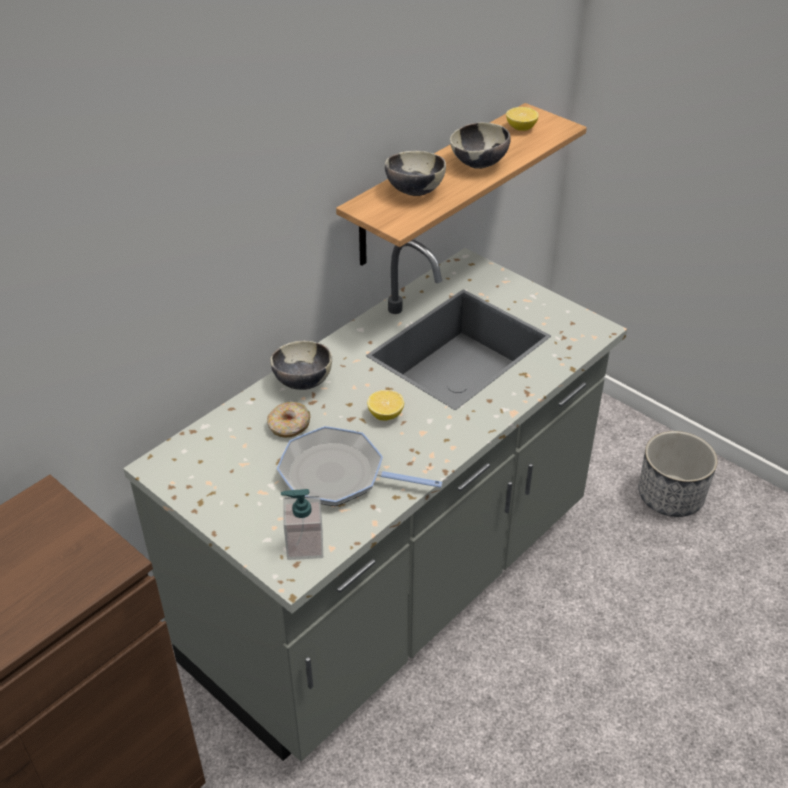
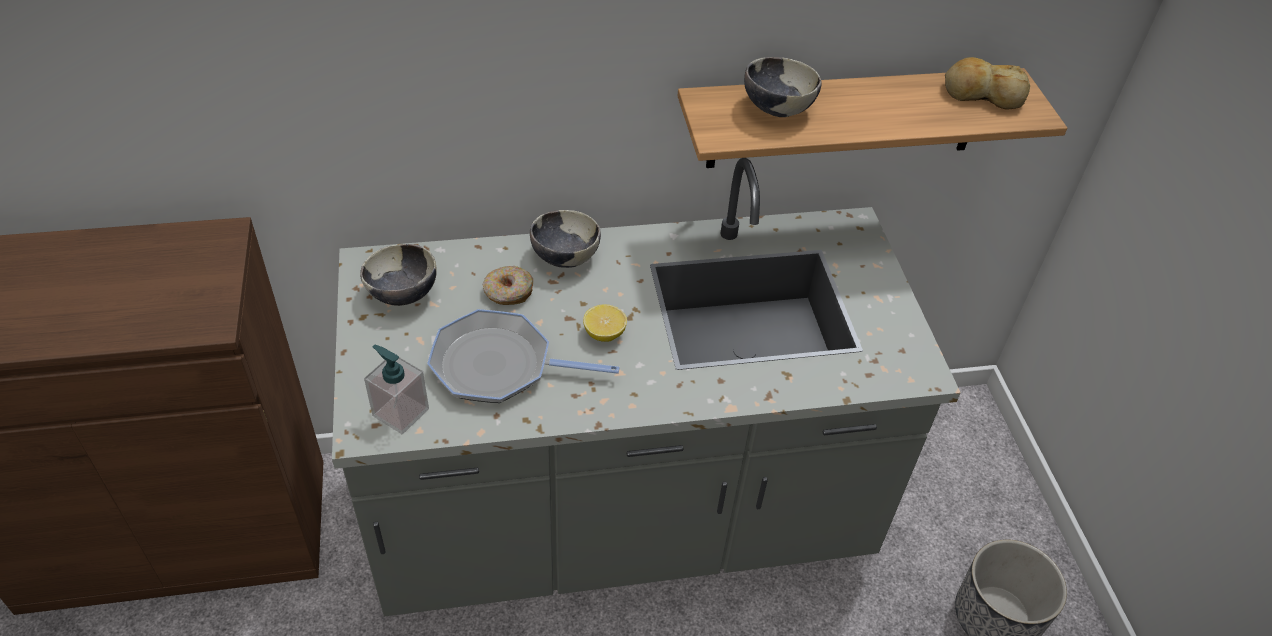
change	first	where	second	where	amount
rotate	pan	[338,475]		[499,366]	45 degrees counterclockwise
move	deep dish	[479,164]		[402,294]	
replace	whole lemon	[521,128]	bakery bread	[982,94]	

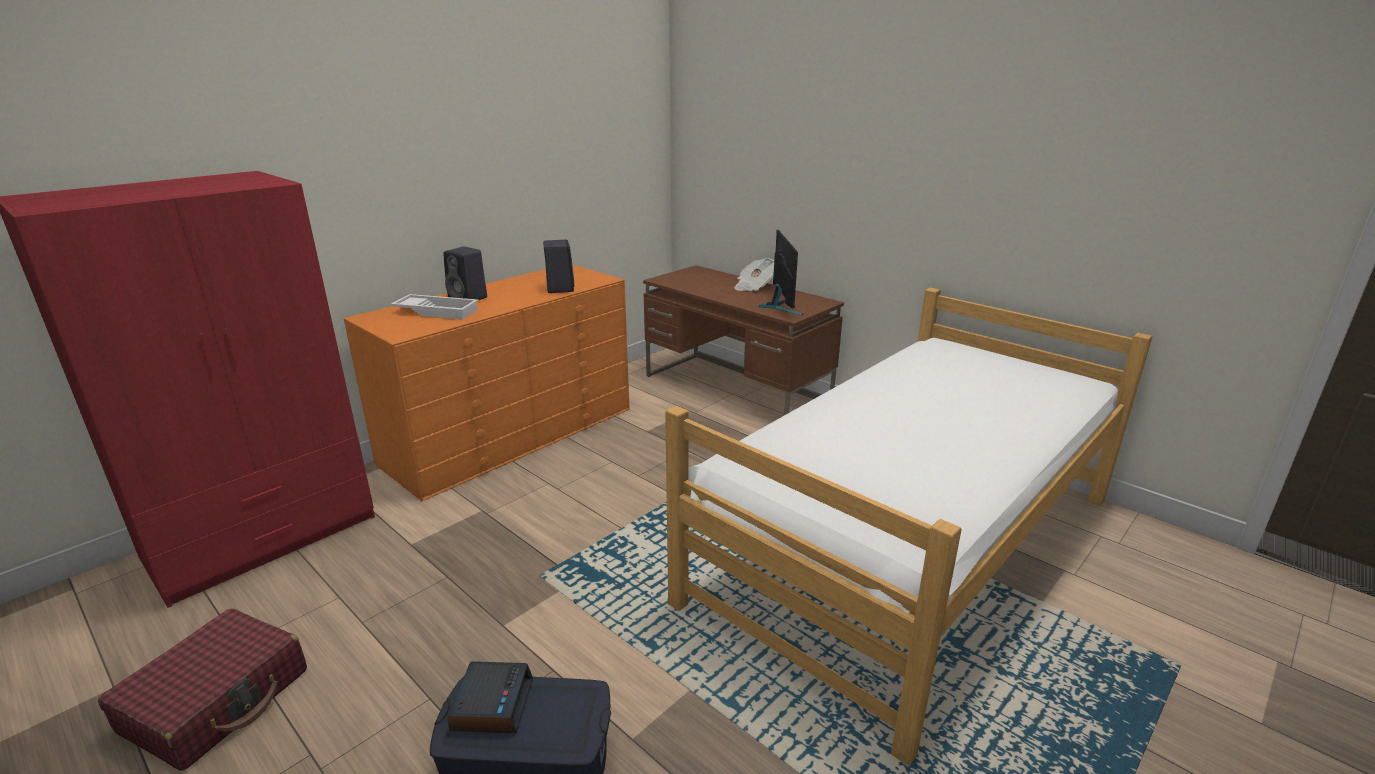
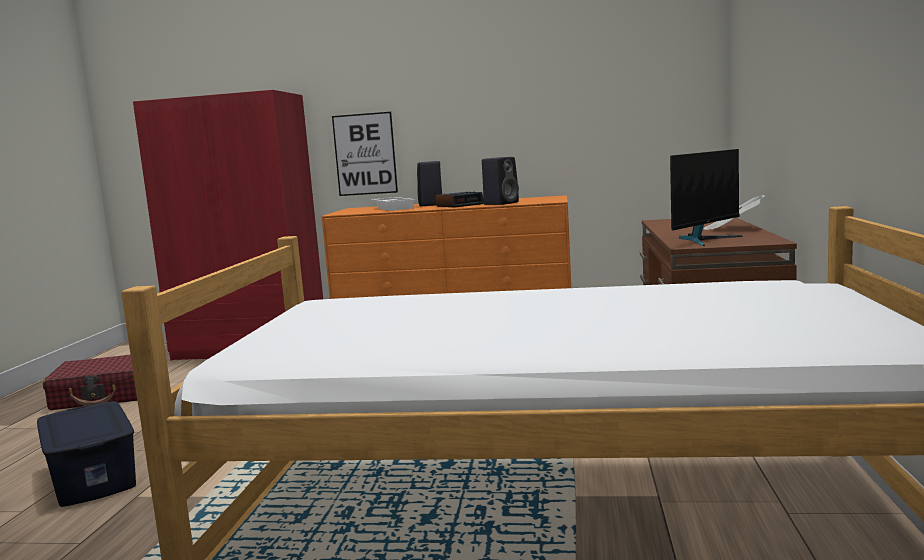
change	first	where	second	where	amount
move	alarm clock	[492,704]		[459,205]	
insert			wall art	[365,154]	

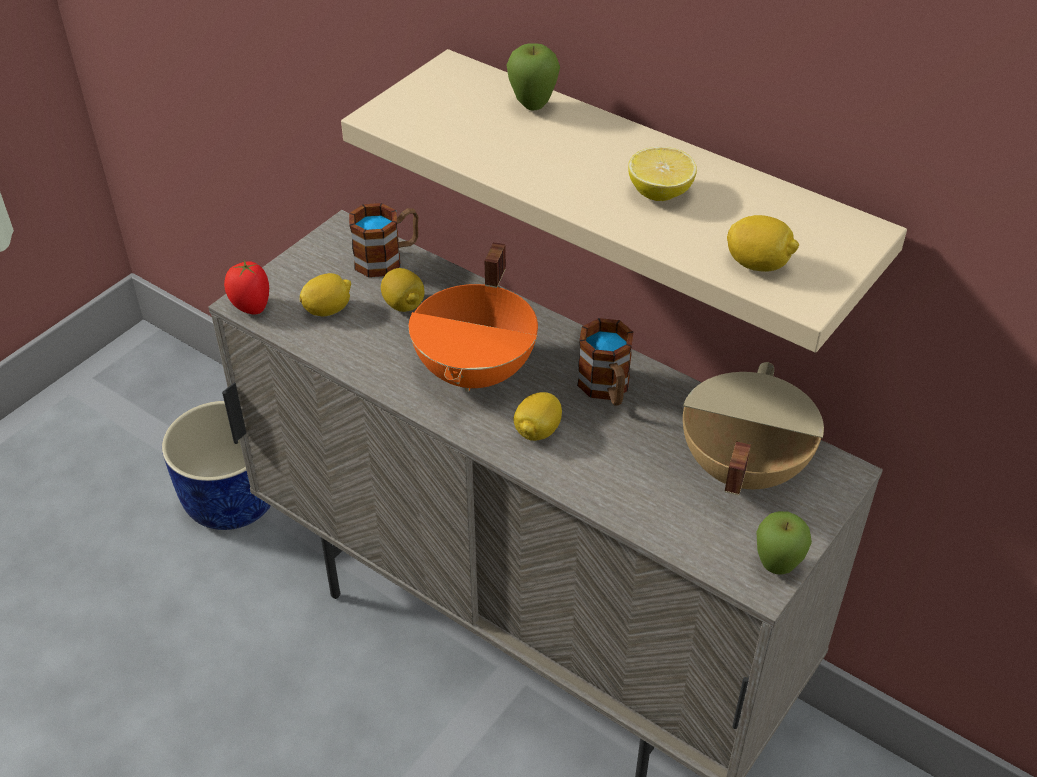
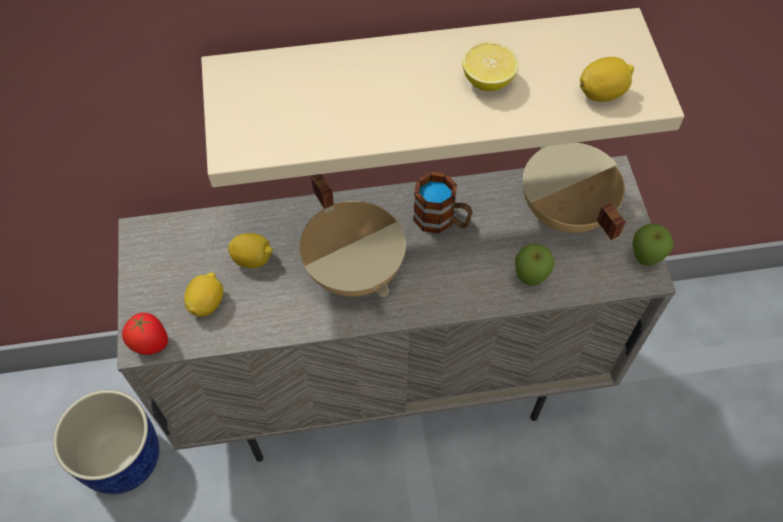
change	first	where	second	where	amount
delete	coffee mug	[387,258]			
recolor	orangey cooking pot	[478,371]	beige-coloured cooking pot	[355,269]	
move	apple fruit	[533,107]		[529,279]	
delete	whole lemon	[537,431]			

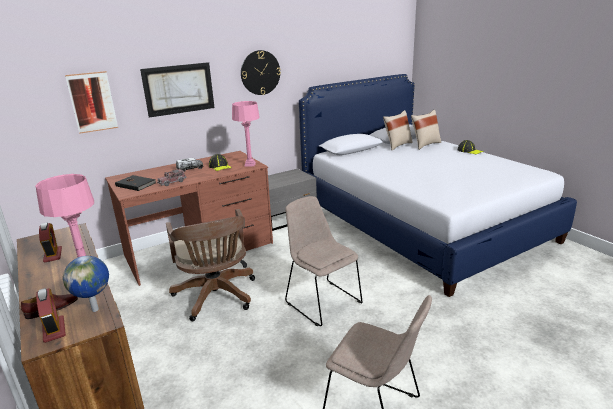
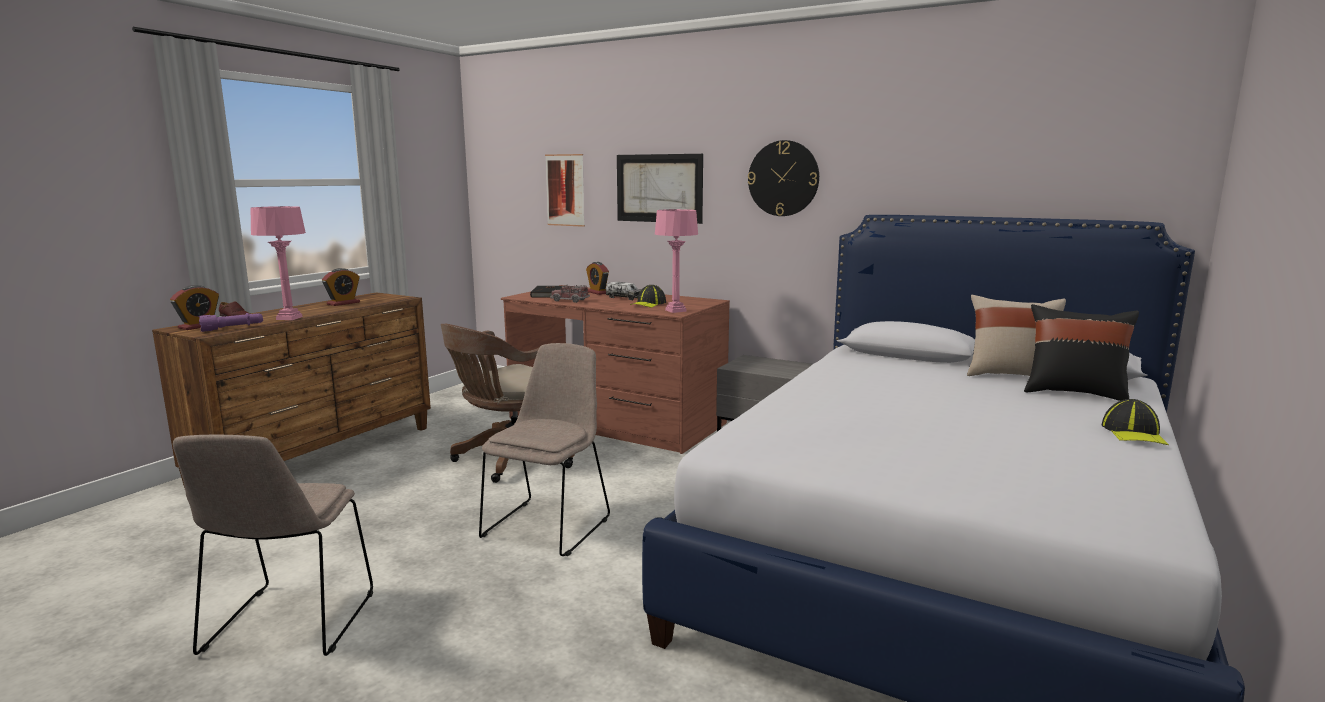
change	first	where	second	where	amount
replace	world globe	[96,309]	purplish hand torch	[232,328]	
recolor	beige-coloured pillow	[425,145]	blackish pillow	[1073,393]	
insert			alarm clock	[597,292]	

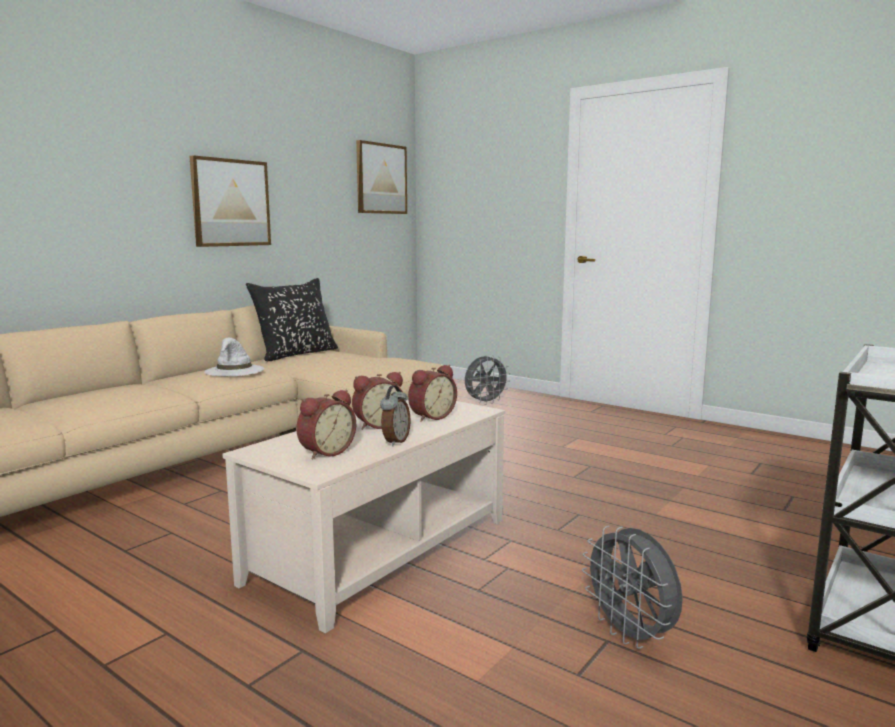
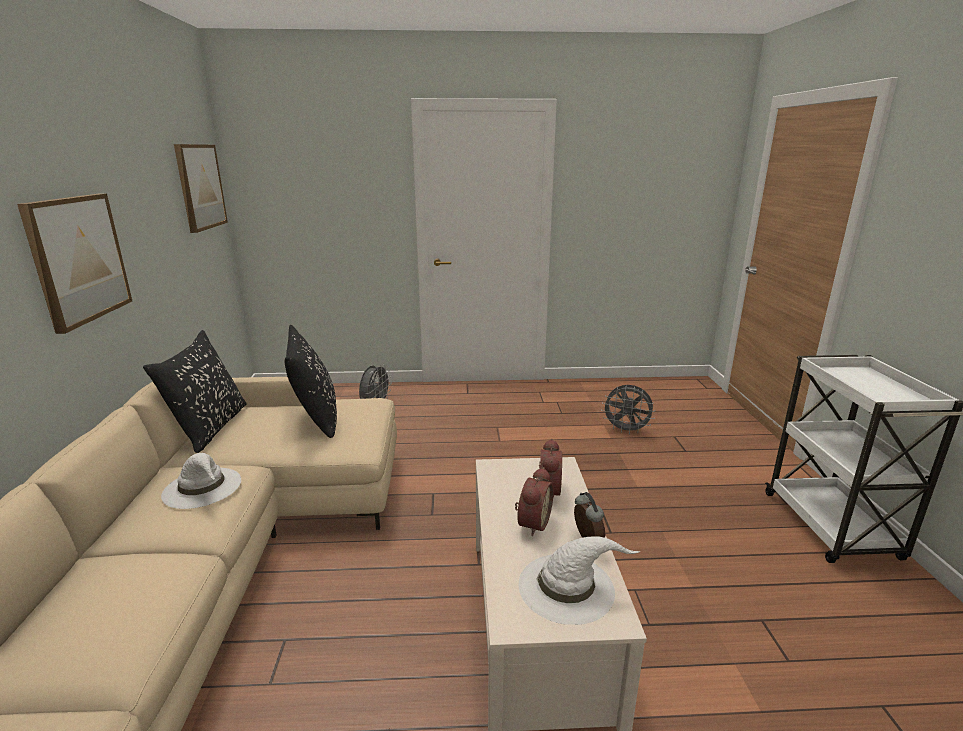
change	first	where	second	where	amount
replace	alarm clock	[325,452]	white-coloured hat	[567,586]	
move	grey electric fan	[631,635]		[626,430]	
insert			blackish pillow	[316,417]	

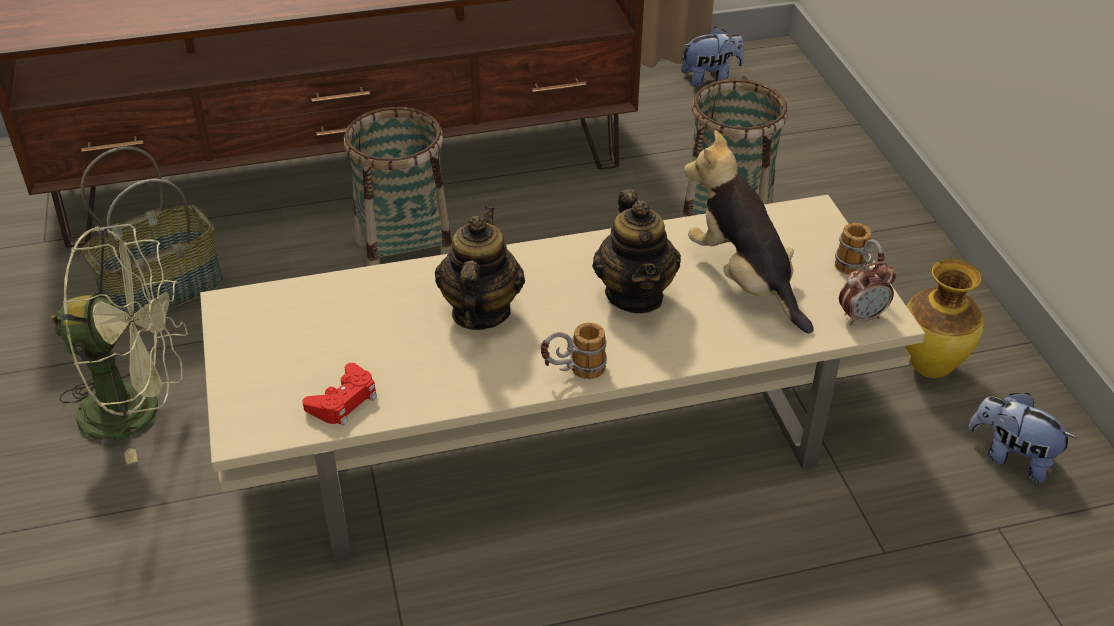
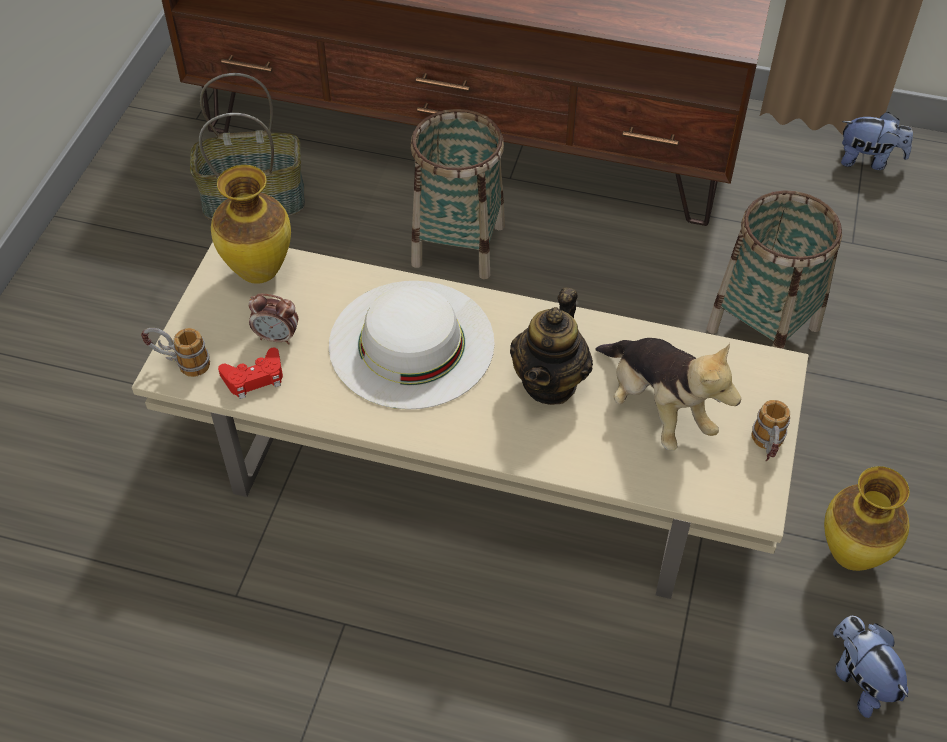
change	first	where	second	where	amount
delete	greenish electric fan	[139,409]			
replace	pot for tea	[480,312]	white-coloured hat	[411,343]	
move	coffee mug	[573,372]		[180,364]	
rotate	plush toy	[743,279]		[656,409]	150 degrees clockwise
move	alarm clock	[861,317]		[277,337]	
insert			vase	[258,272]	

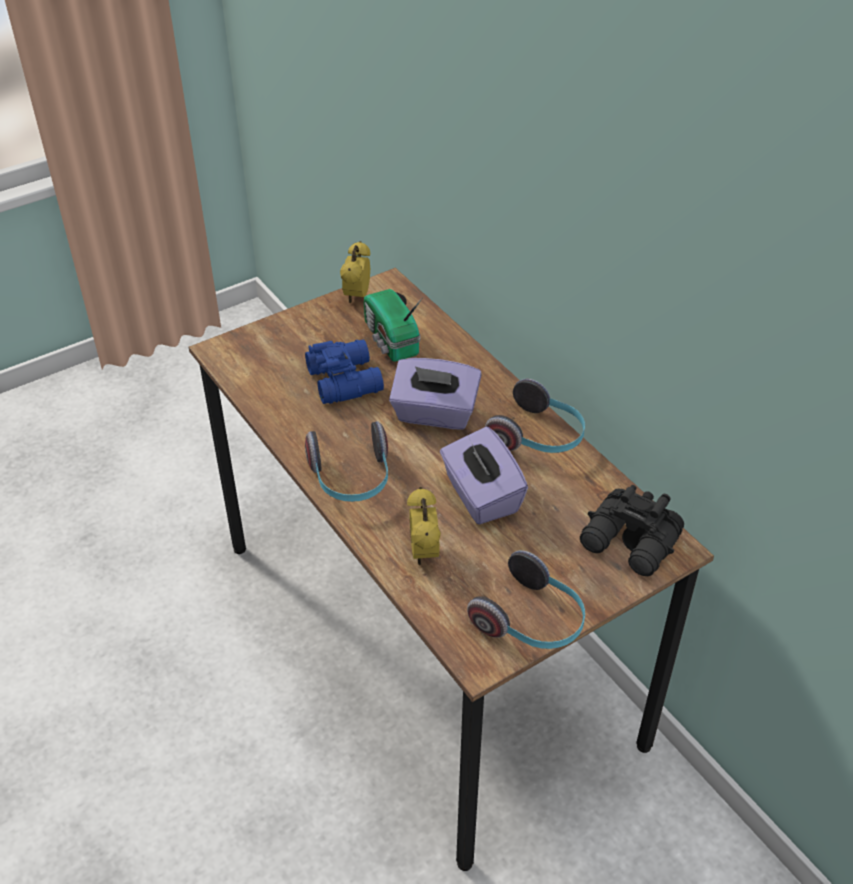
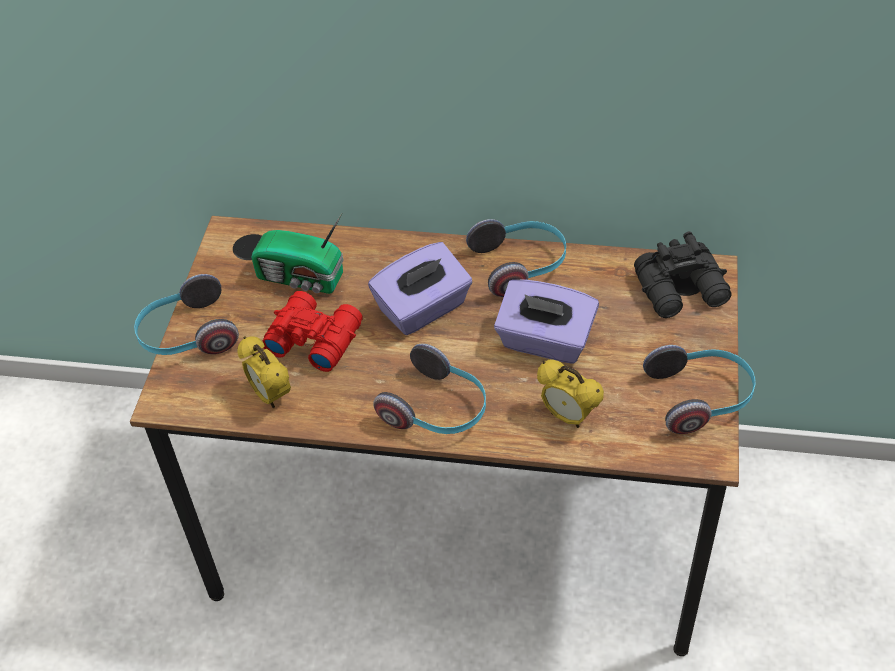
change	first	where	second	where	amount
recolor	bluish binoculars	[346,379]	red-coloured binoculars	[313,338]	
move	alarm clock	[357,296]		[270,396]	
insert			headphones	[187,335]	

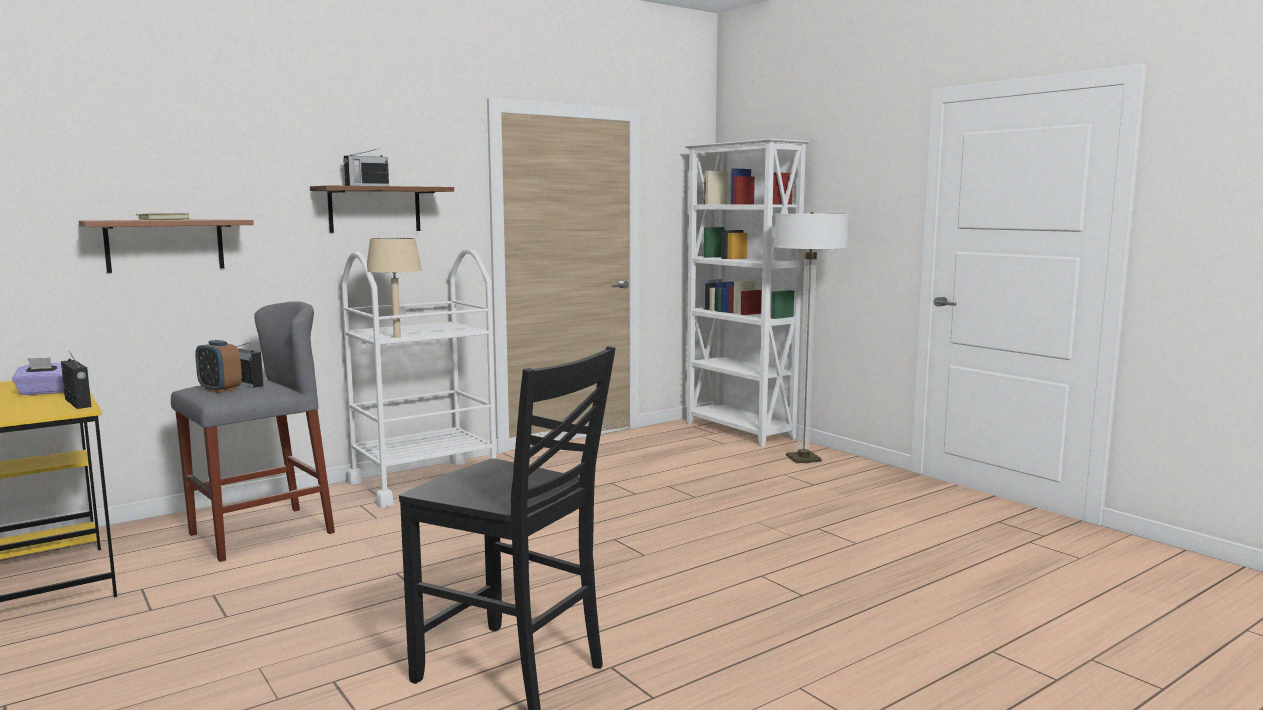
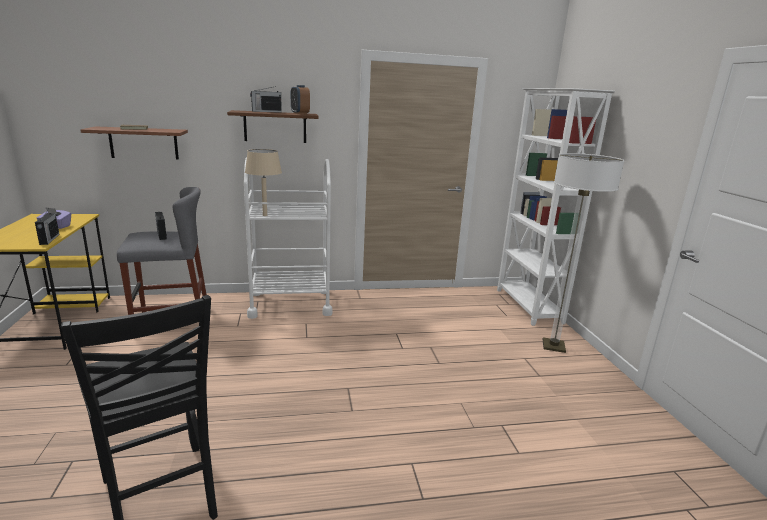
change	first	where	second	where	amount
move	alarm clock	[220,389]		[300,113]	

